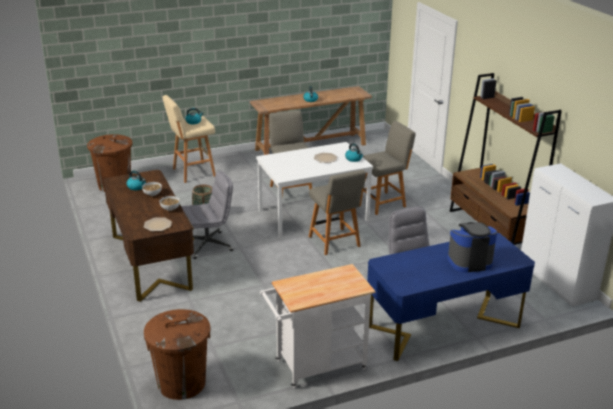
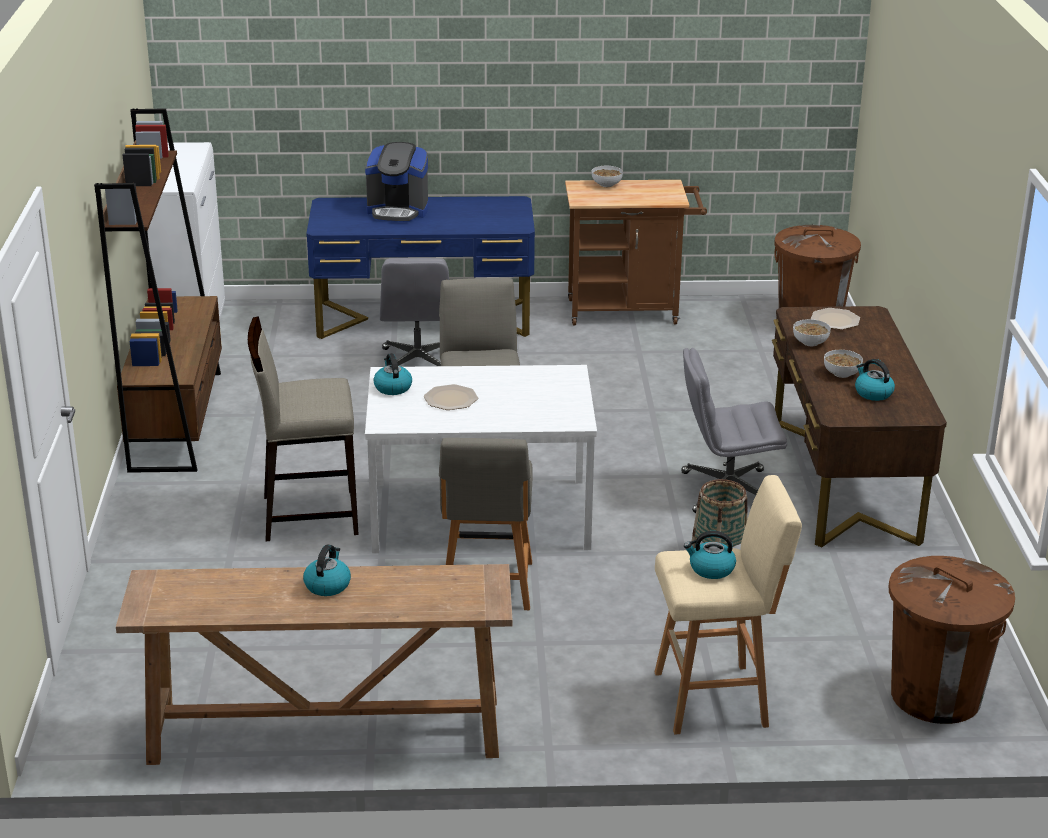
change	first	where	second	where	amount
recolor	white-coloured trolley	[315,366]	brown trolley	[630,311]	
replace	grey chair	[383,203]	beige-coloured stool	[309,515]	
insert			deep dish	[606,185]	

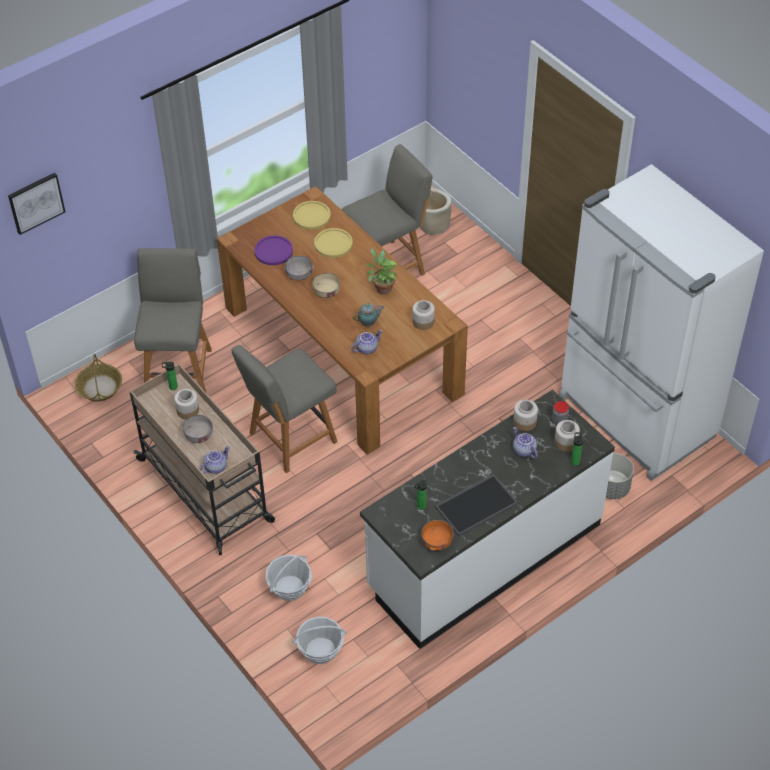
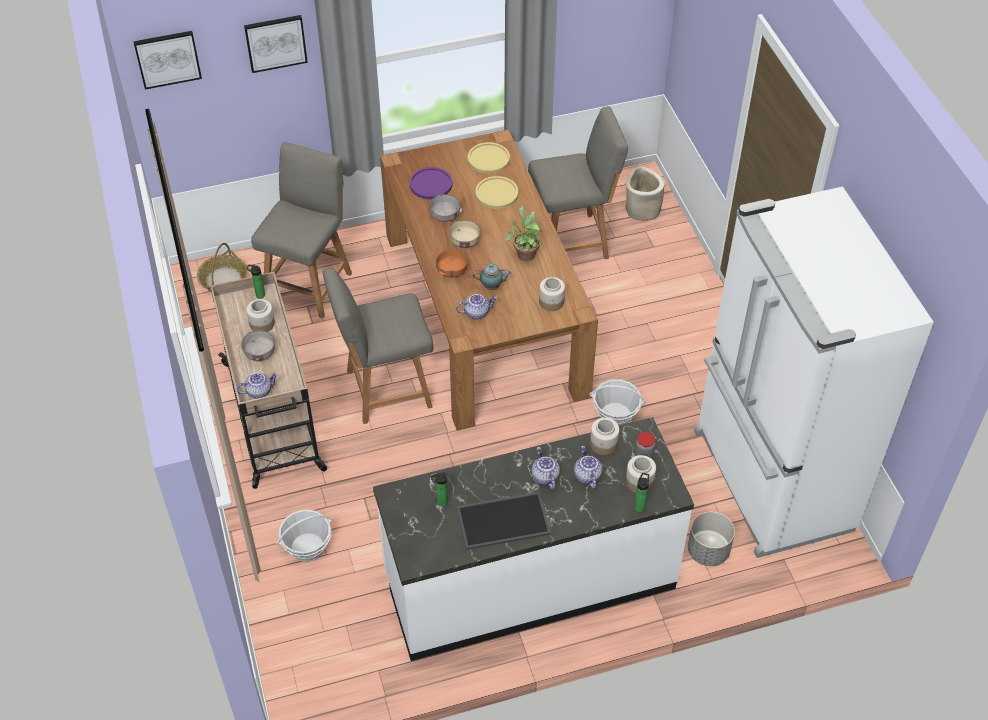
change	first	where	second	where	amount
move	household basket	[320,650]		[615,415]	
move	orangey deep dish	[437,541]		[452,270]	
insert			wall art	[275,42]	
insert			pot for tea	[544,477]	

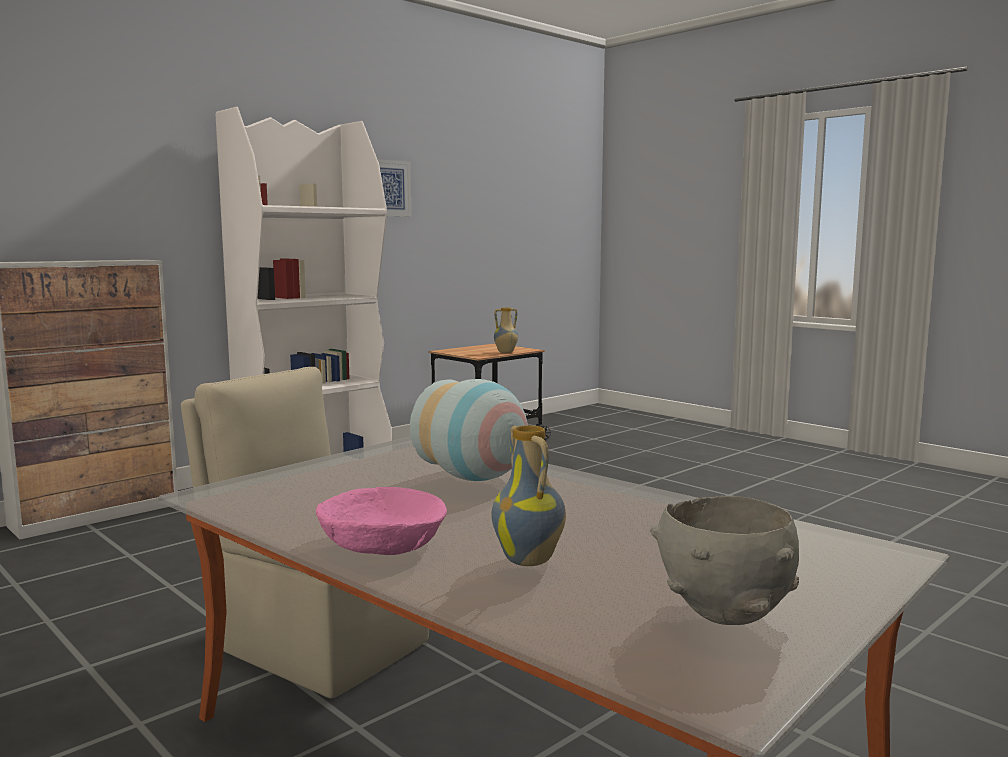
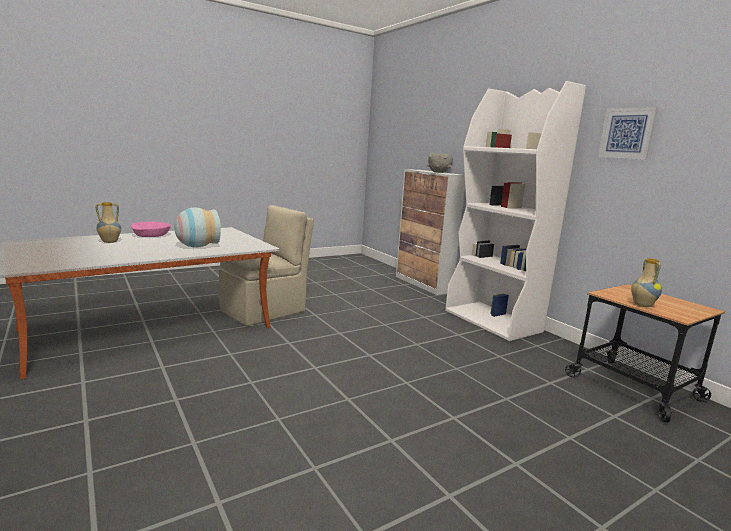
change	first	where	second	where	amount
move	grey deep dish	[724,612]		[439,172]	

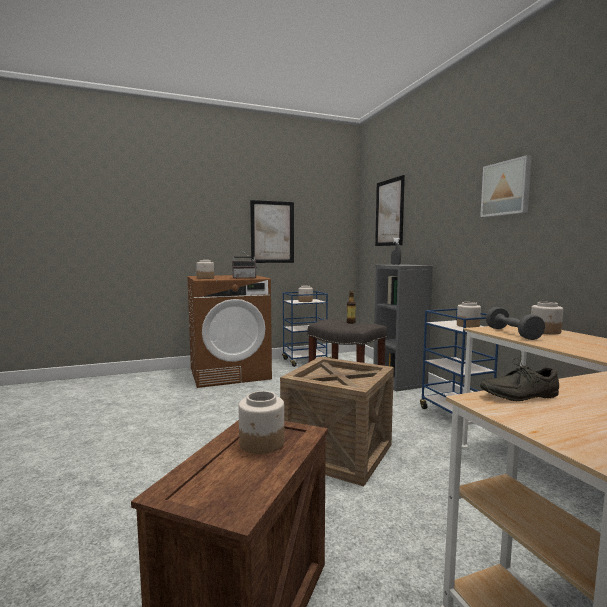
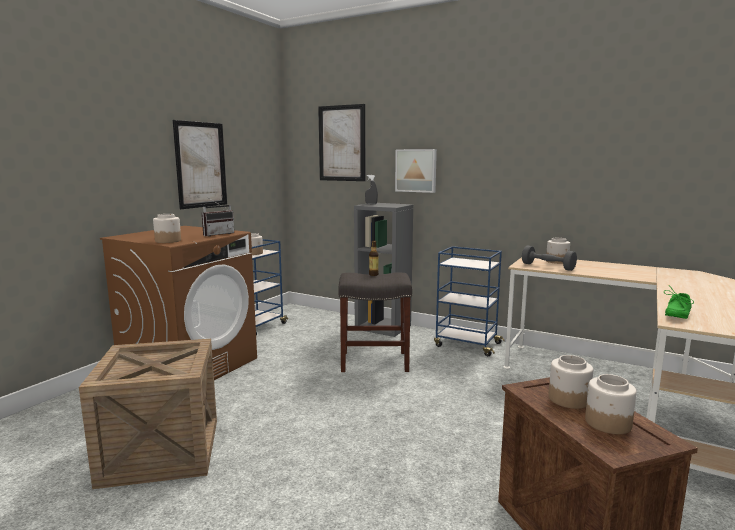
change	first	where	second	where	amount
move	crate	[338,453]		[161,451]	
move	preserve jar	[467,325]		[607,423]	
move	wall art	[506,188]		[416,170]	
recolor	grey shoe	[517,394]	greenish shoe	[675,314]	

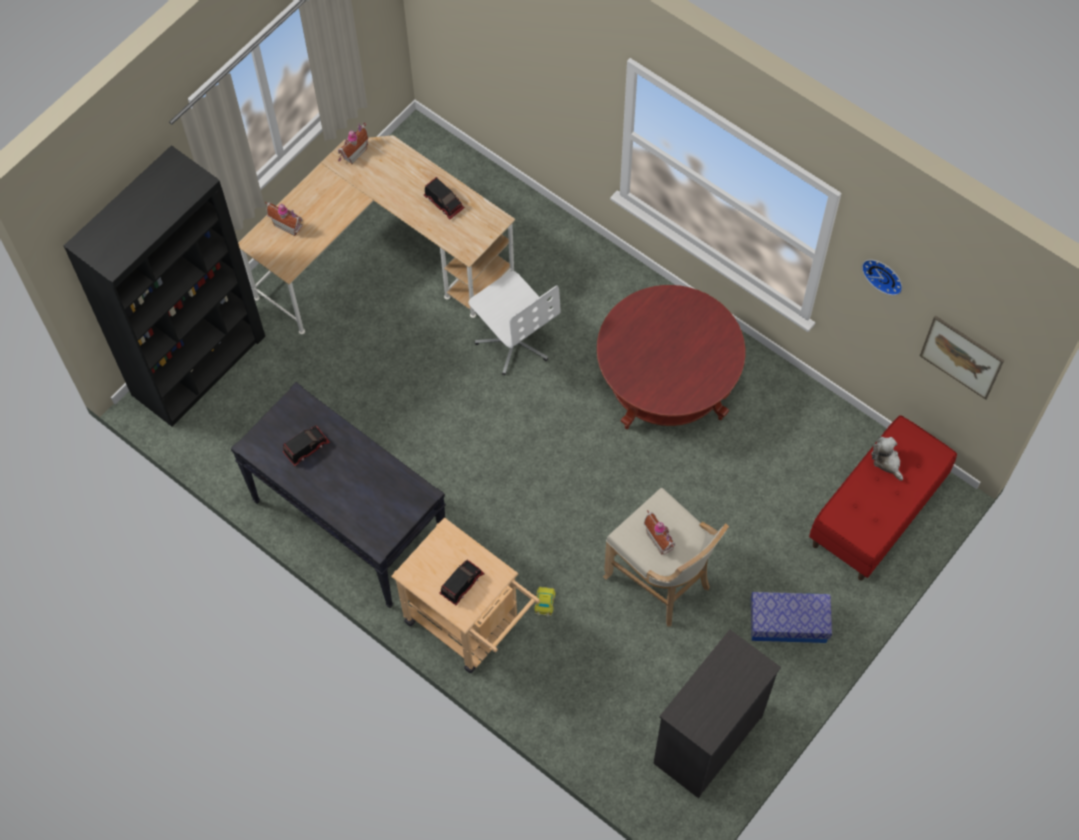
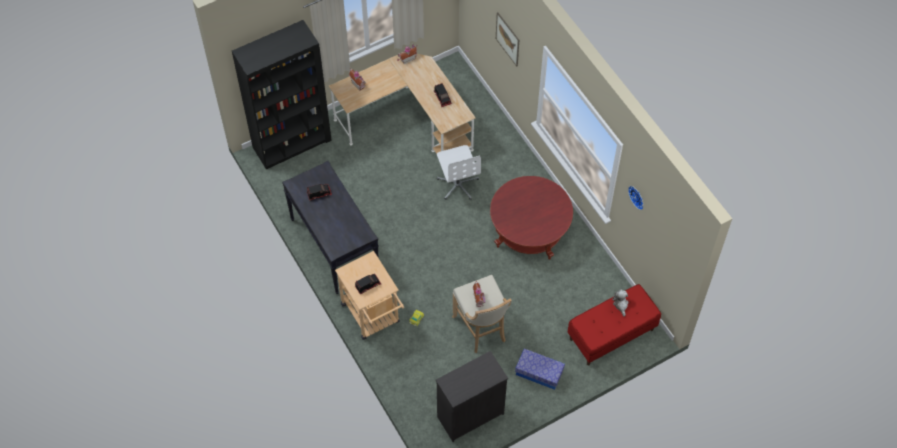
change	first	where	second	where	amount
move	wall art	[961,357]		[507,39]	

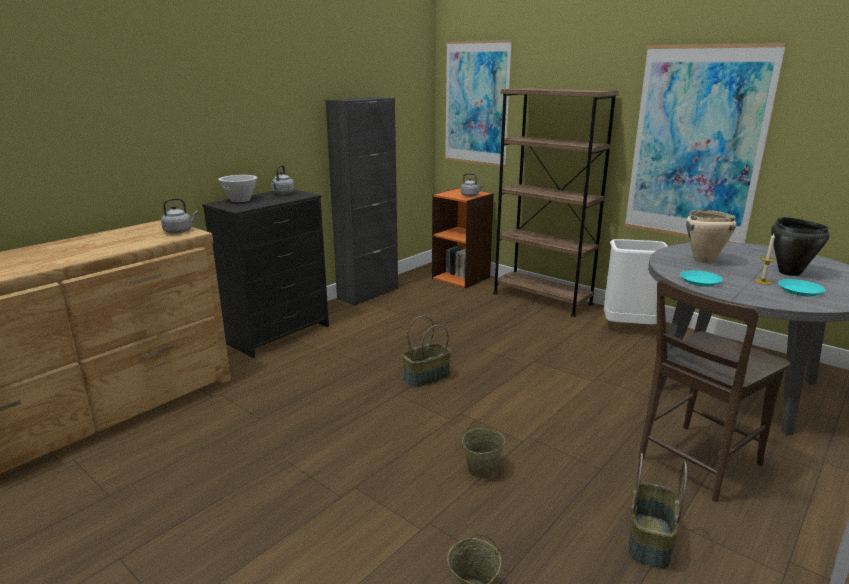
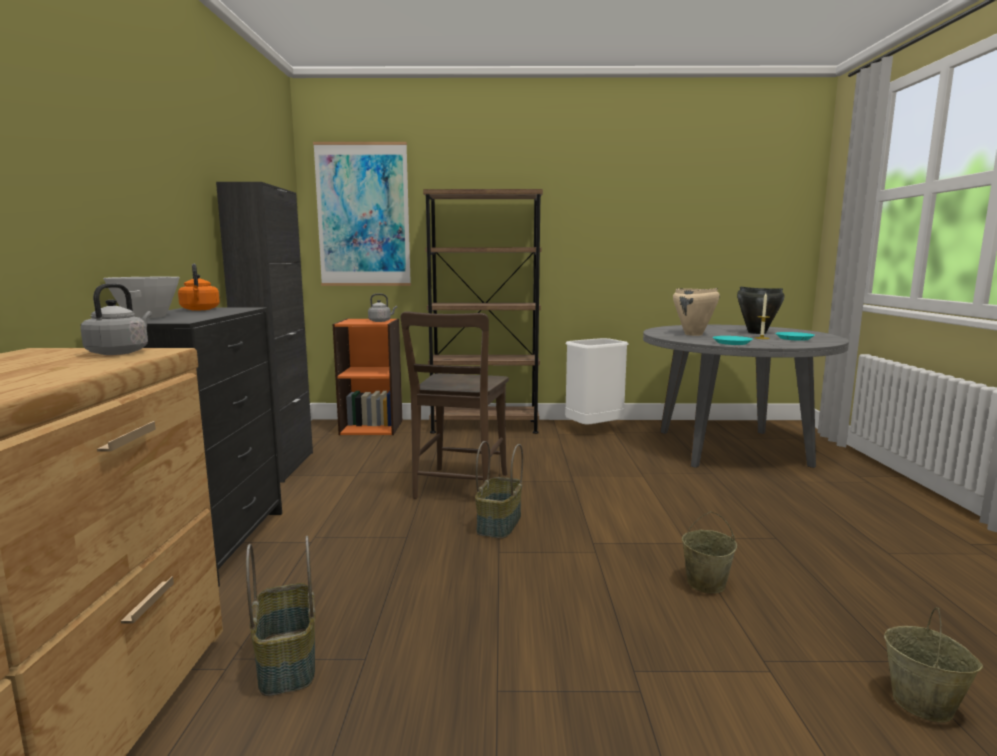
change	first	where	second	where	amount
recolor	grey kettle	[282,193]	orangey kettle	[200,310]	
delete	wall art	[696,145]			
move	household basket	[650,541]		[288,662]	
move	brown chair	[695,463]		[459,488]	

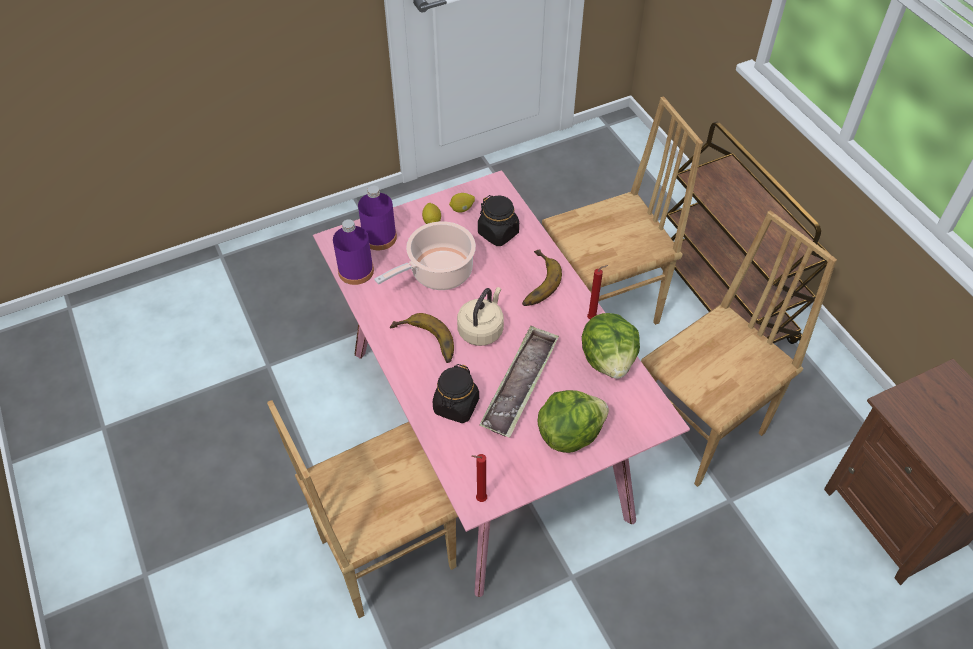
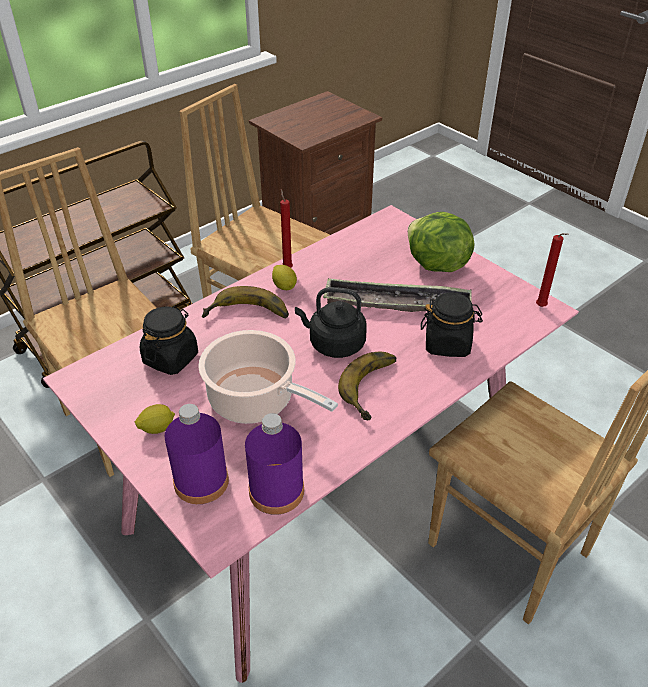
change	first	where	second	where	amount
move	whole lemon	[462,209]		[284,286]	
recolor	beige-coloured kettle	[481,329]	blackish kettle	[334,344]	
delete	lettuce	[608,360]			

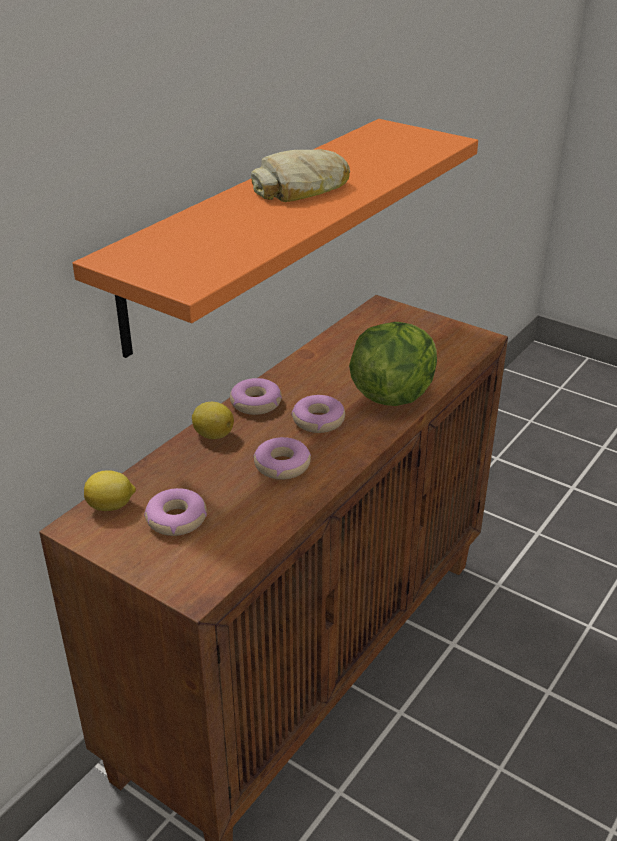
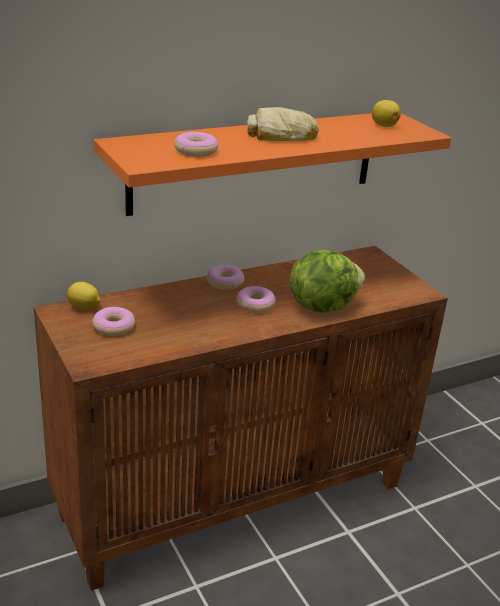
change	first	where	second	where	amount
move	whole lemon	[212,434]		[383,125]	
move	ring doughnut	[282,465]		[196,151]	

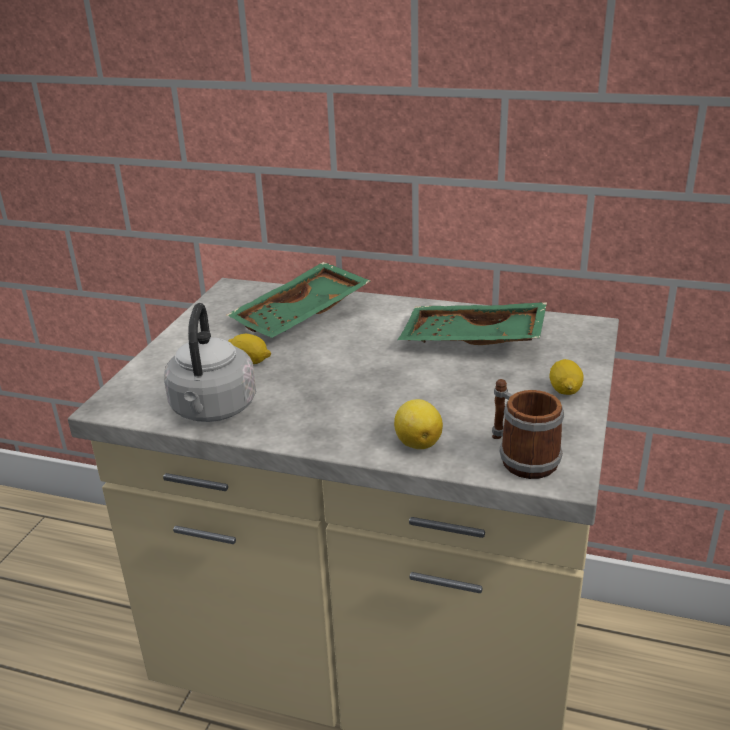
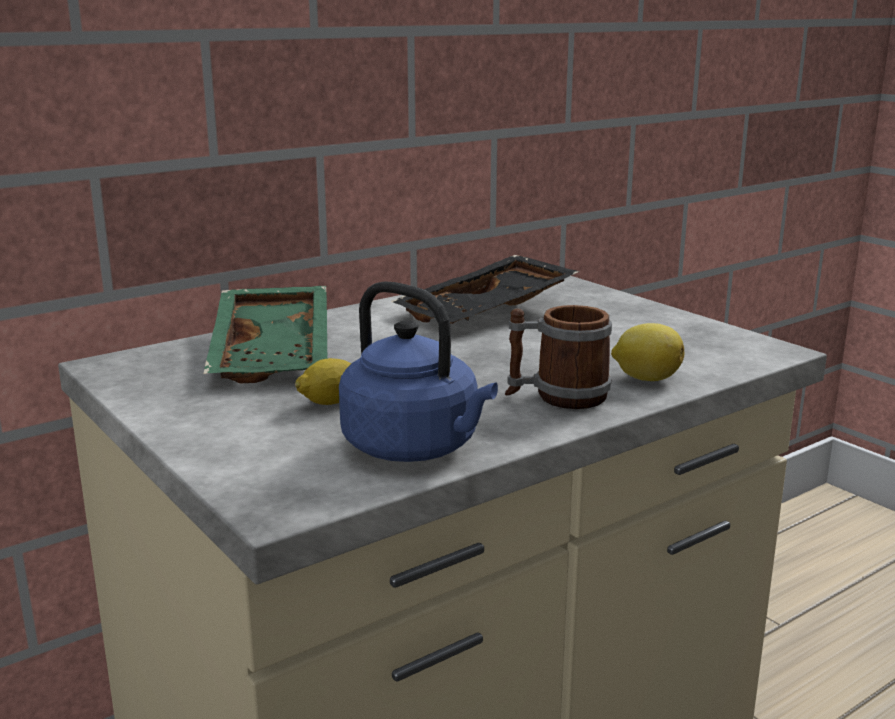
change	first	where	second	where	amount
recolor	grey kettle	[213,410]	bluish kettle	[416,448]	
recolor	greenish carrying tray	[472,341]	blackish carrying tray	[488,312]	
move	coffee mug	[521,457]		[557,397]	
delete	whole lemon	[564,390]			

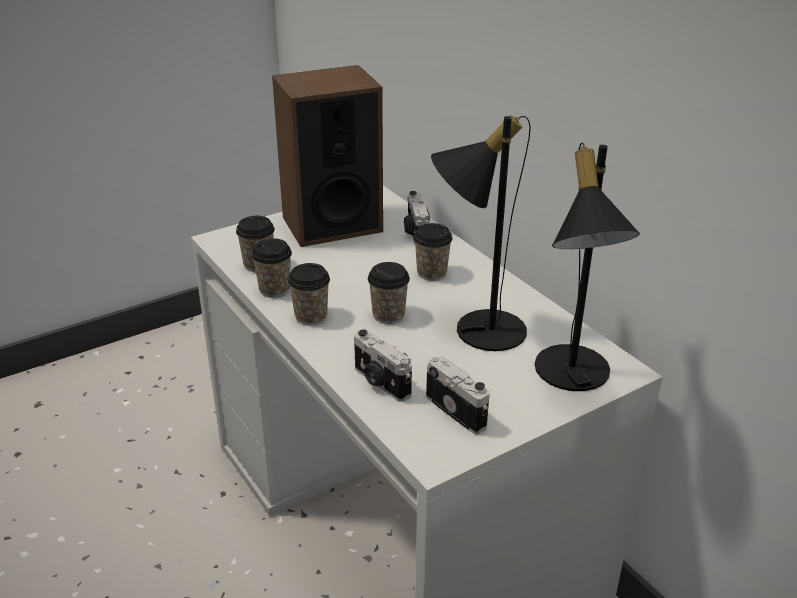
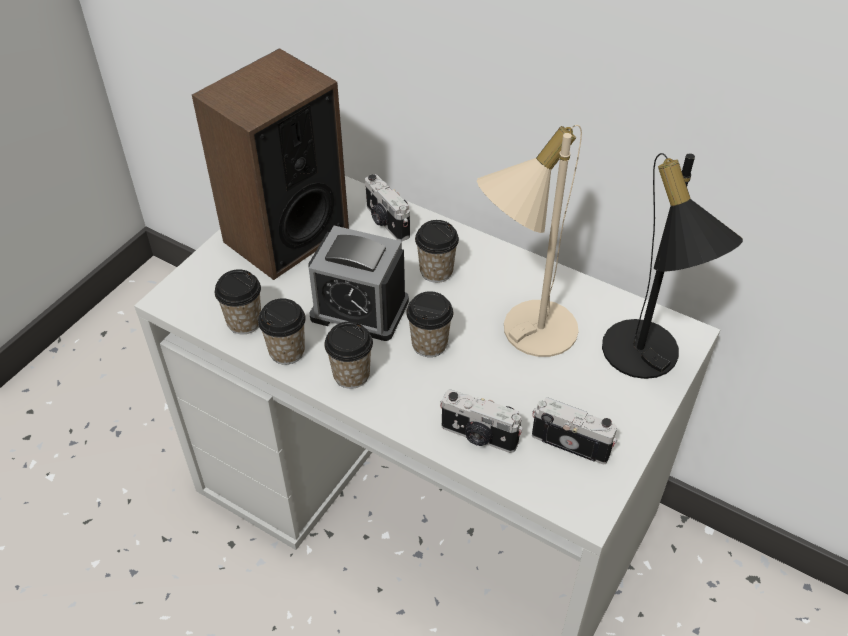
change	first	where	second	where	amount
recolor	blackish table lamp	[477,328]	beige-coloured table lamp	[525,330]	
insert			alarm clock	[359,309]	

